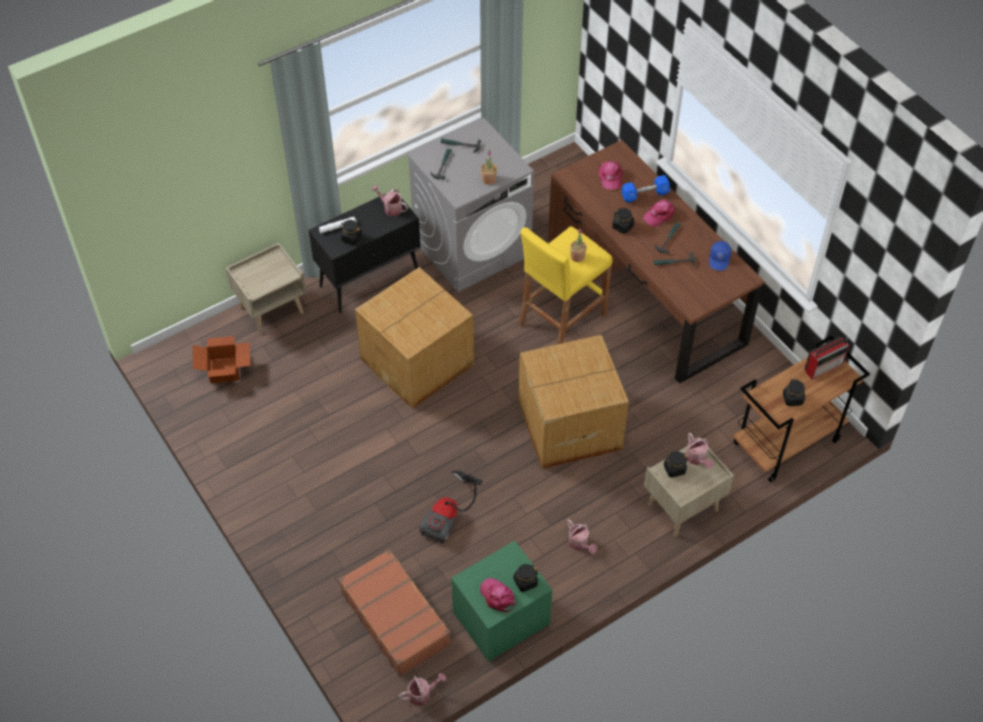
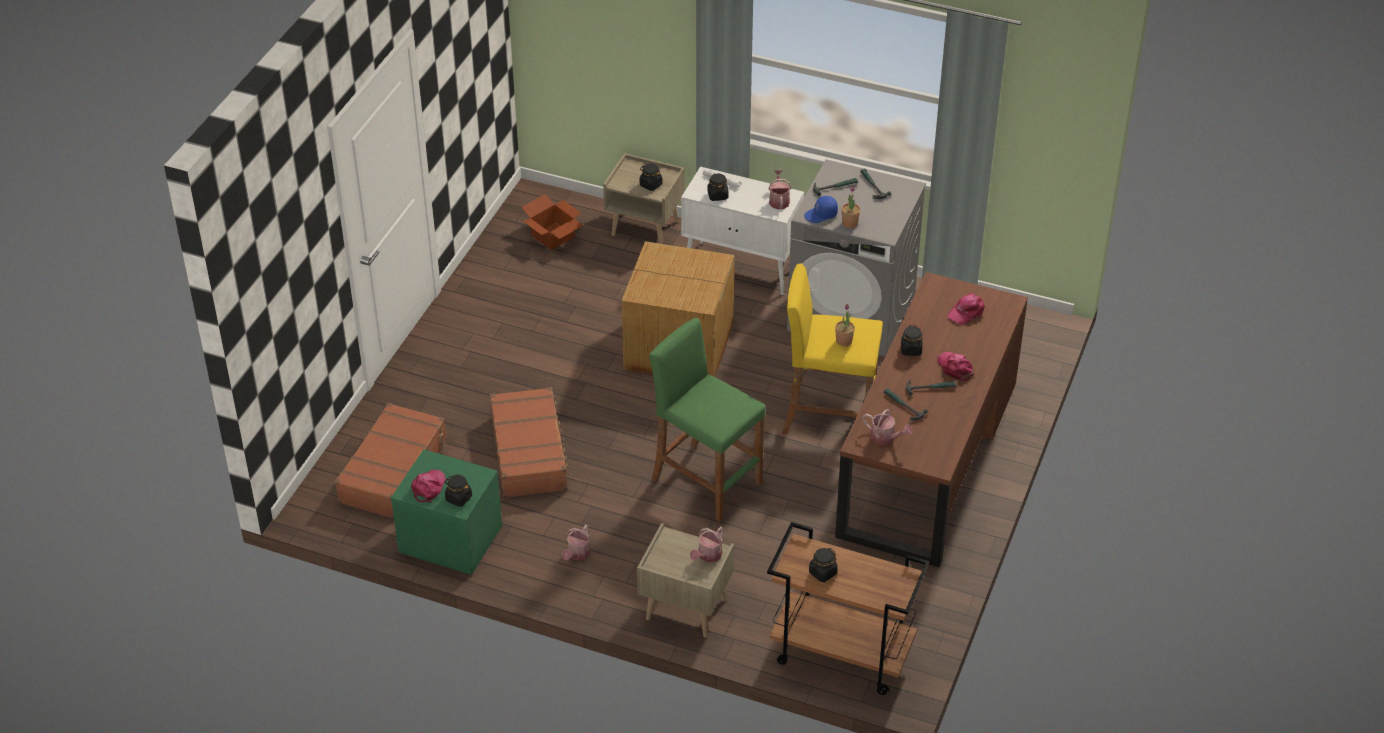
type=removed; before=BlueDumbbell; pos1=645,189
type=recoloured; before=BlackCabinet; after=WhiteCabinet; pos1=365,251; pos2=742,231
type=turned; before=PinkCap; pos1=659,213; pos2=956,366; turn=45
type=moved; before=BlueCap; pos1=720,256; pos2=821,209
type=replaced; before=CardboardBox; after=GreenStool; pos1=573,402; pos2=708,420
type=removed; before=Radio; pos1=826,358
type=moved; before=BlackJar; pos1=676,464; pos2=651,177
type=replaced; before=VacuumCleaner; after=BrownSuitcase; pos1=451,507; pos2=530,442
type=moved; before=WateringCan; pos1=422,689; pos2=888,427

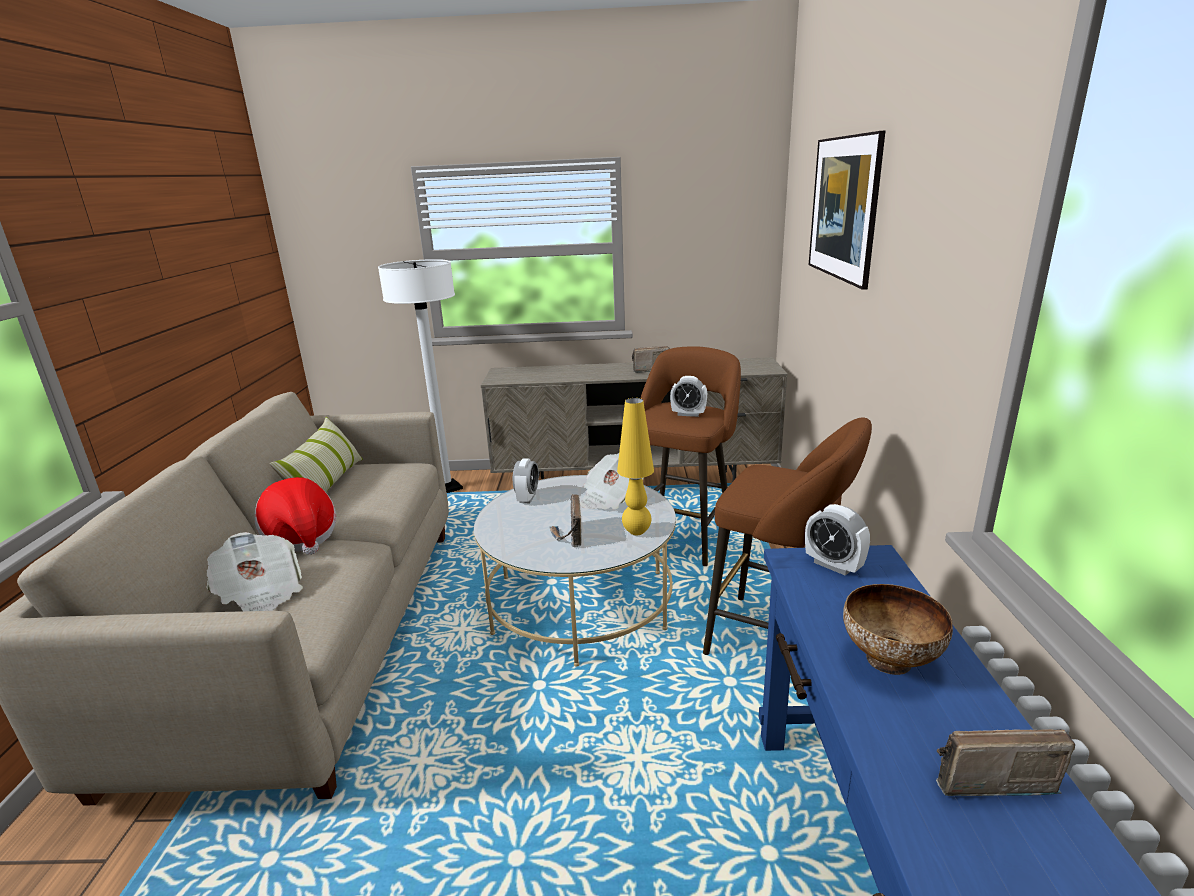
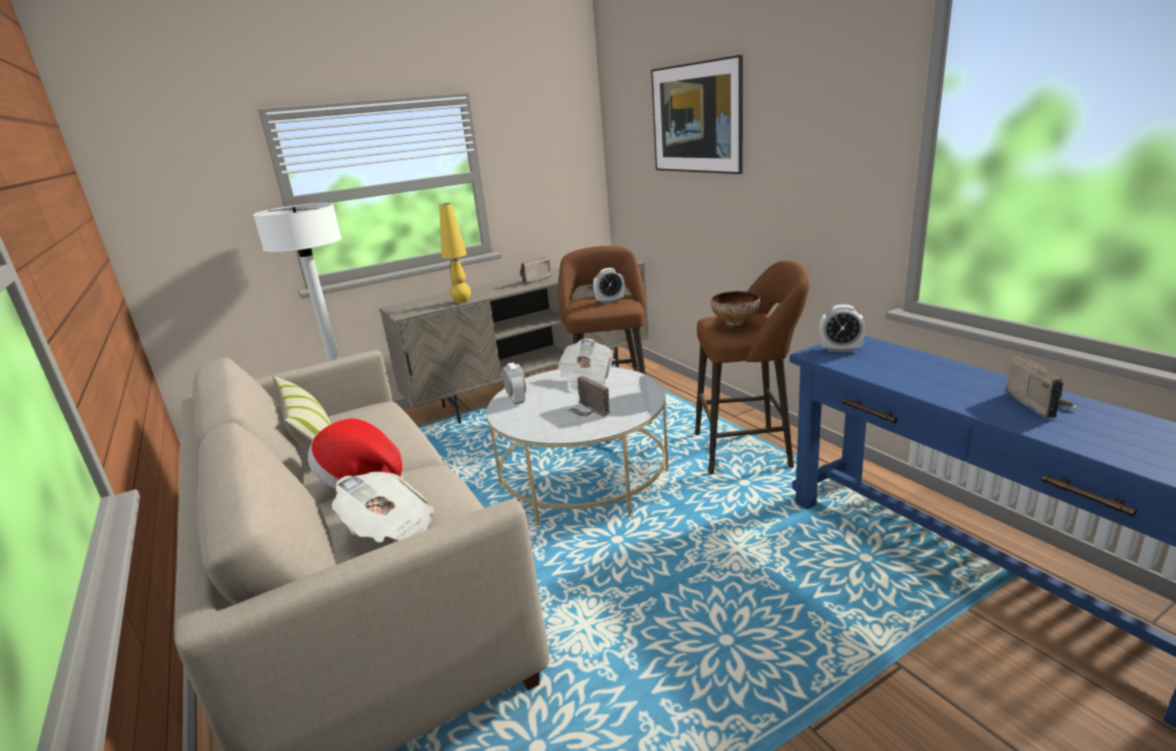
type=moved; before=YellowTableLamp; pos1=635,467; pos2=455,253
type=moved; before=Bowl; pos1=898,629; pos2=735,310
type=turned; before=Radio; pos1=1005,762; pos2=1042,386; turn=120

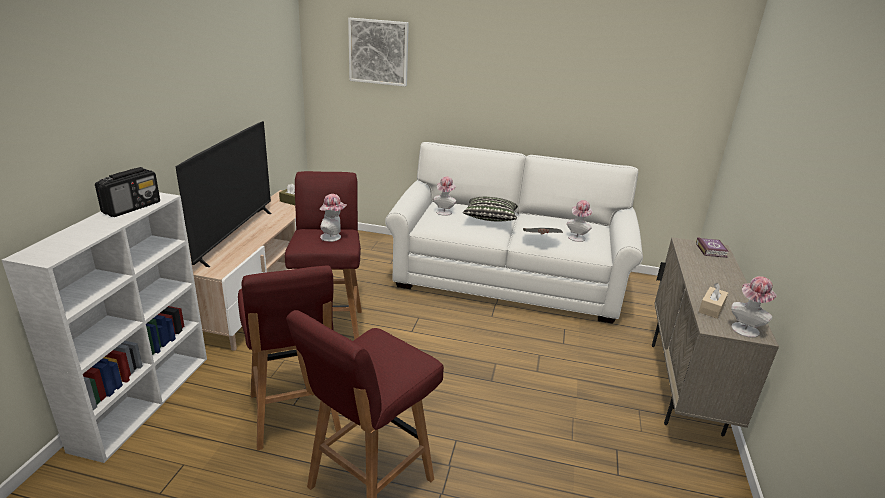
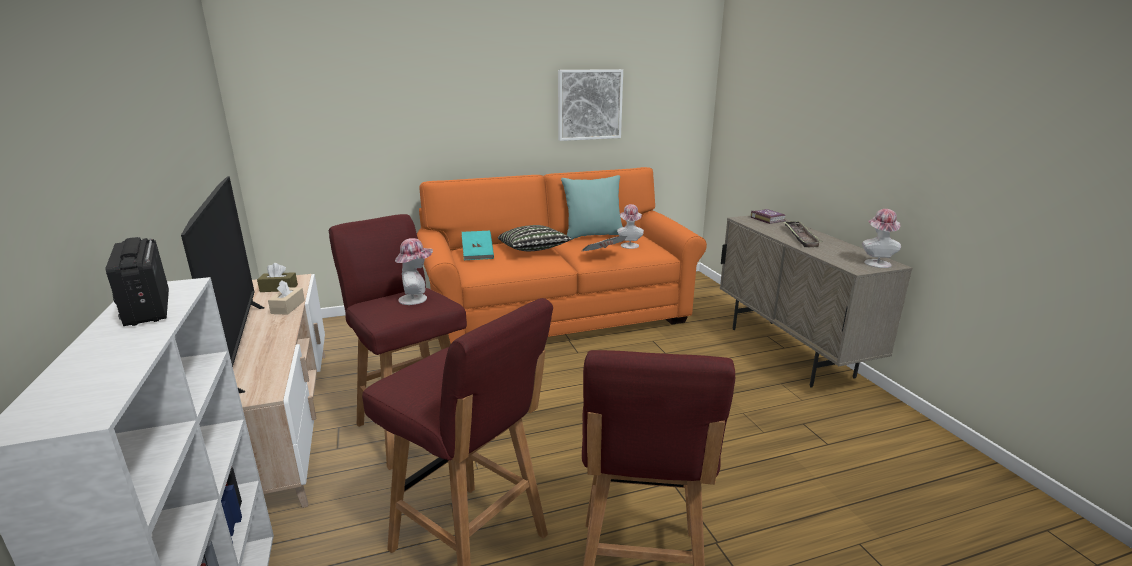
type=moved; before=Picture; pos1=378,52; pos2=590,105
type=recoloured; before=WhiteSofa; after=OrangeSofa; pos1=514,233; pos2=562,255
type=turned; before=Radio; pos1=127,192; pos2=137,281; turn=150
type=replaced; before=Hat; after=TurquoiseBook; pos1=445,196; pos2=478,245
type=moved; before=BeigeTissueBox; pos1=713,301; pos2=286,297
type=added; after=TurquoisePillow; pos2=592,207
type=added; after=Tray; pos2=803,234

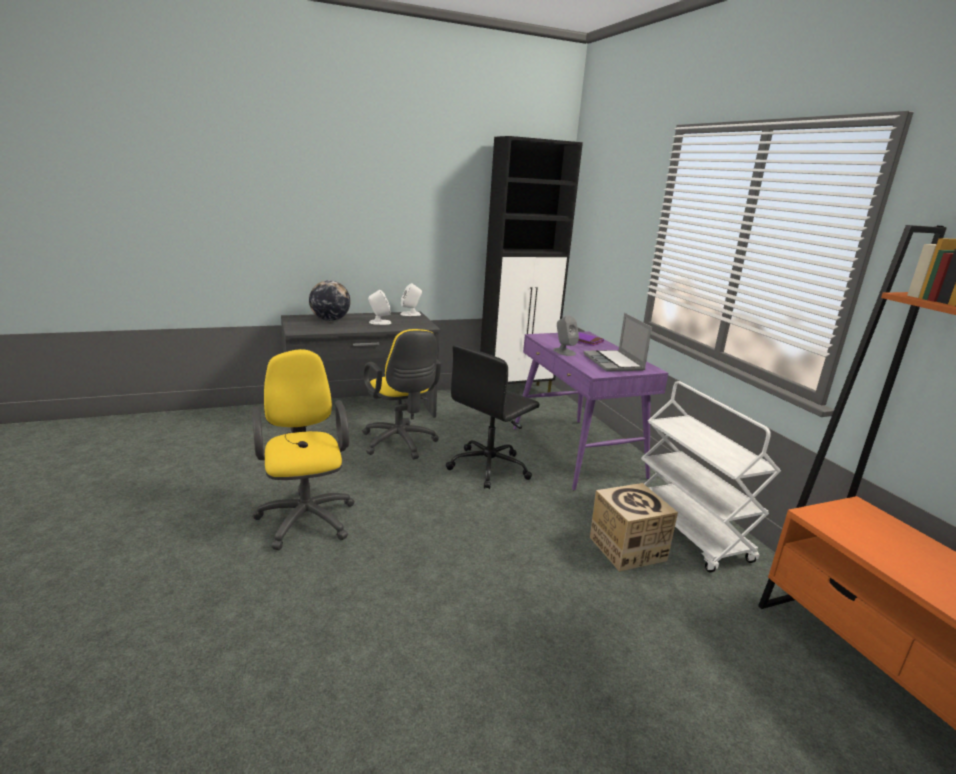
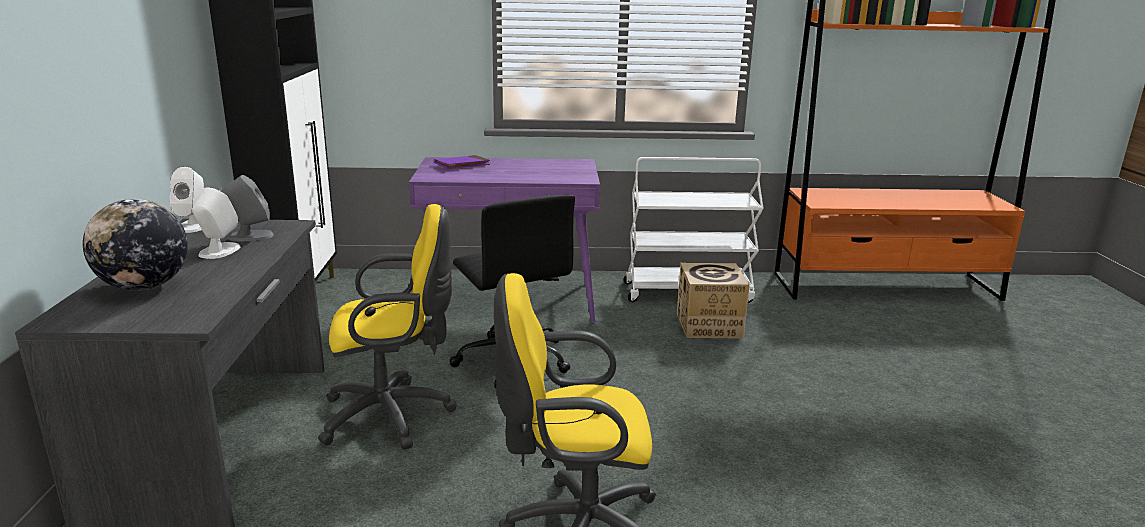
type=removed; before=Laptop; pos1=617,342
type=moved; before=GreySpeaker; pos1=566,335; pos2=247,208

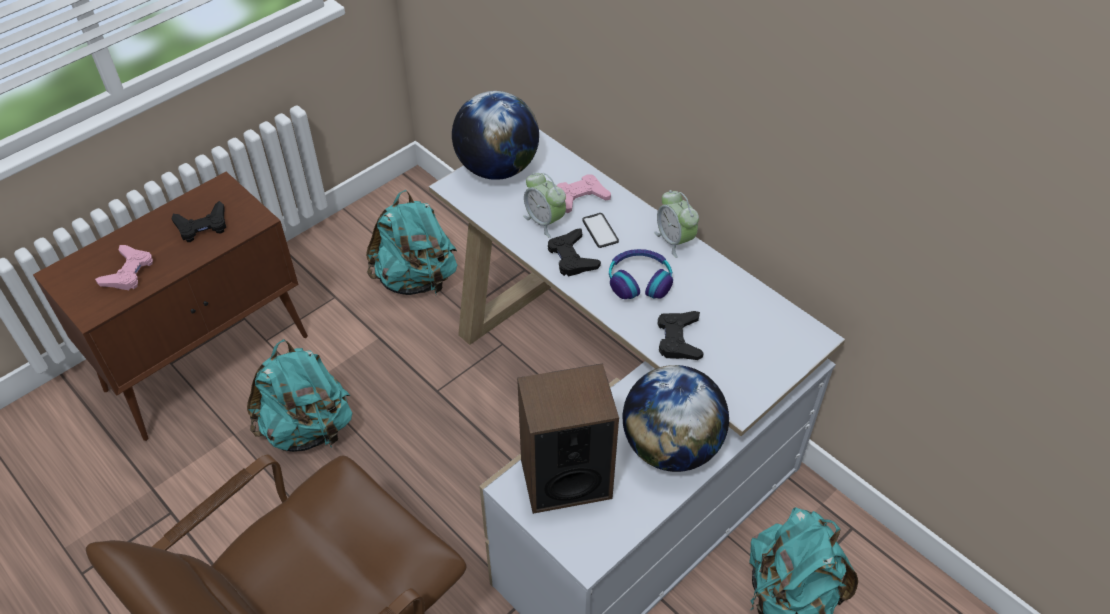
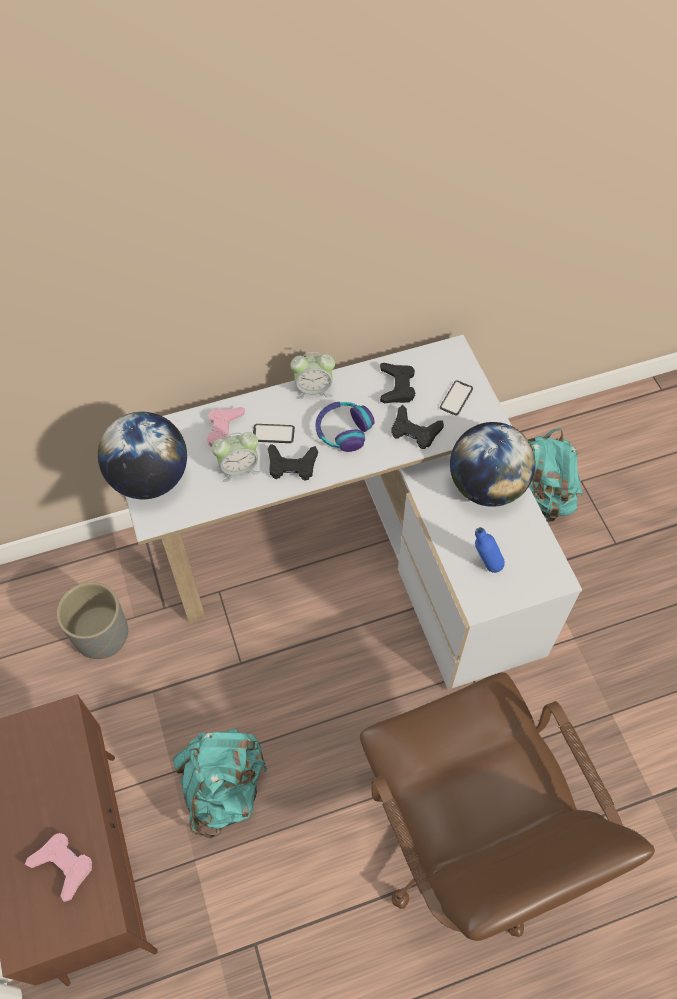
type=replaced; before=TurquoiseBackpack; after=GreyPlanter; pos1=411,243; pos2=92,620
type=moved; before=BlackGameController; pos1=199,221; pos2=397,383
type=replaced; before=Speaker; after=BlueBottle; pos1=568,438; pos2=490,550
type=added; after=Phone; pos2=456,398

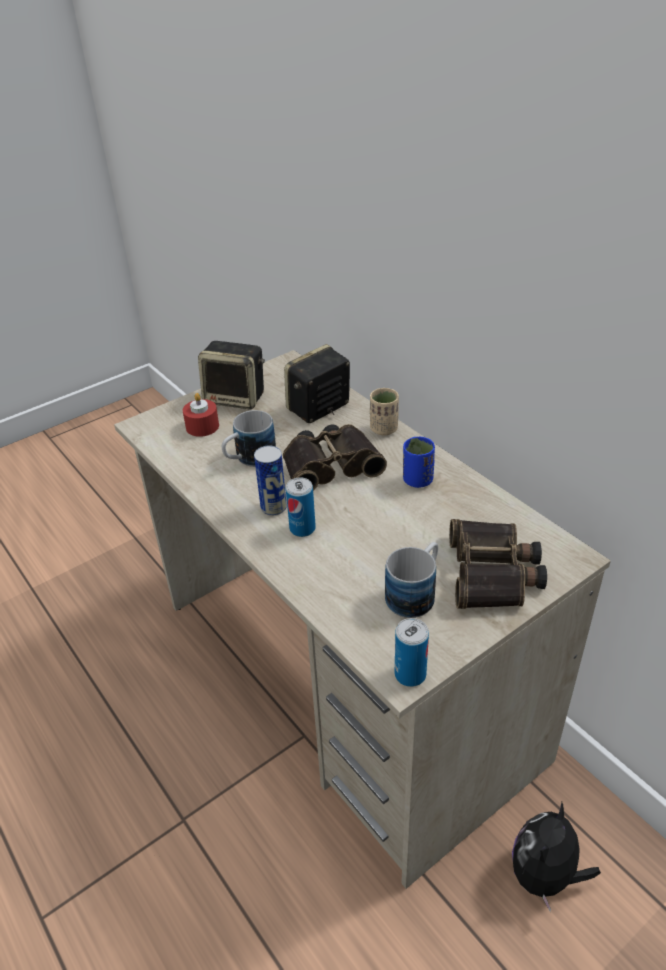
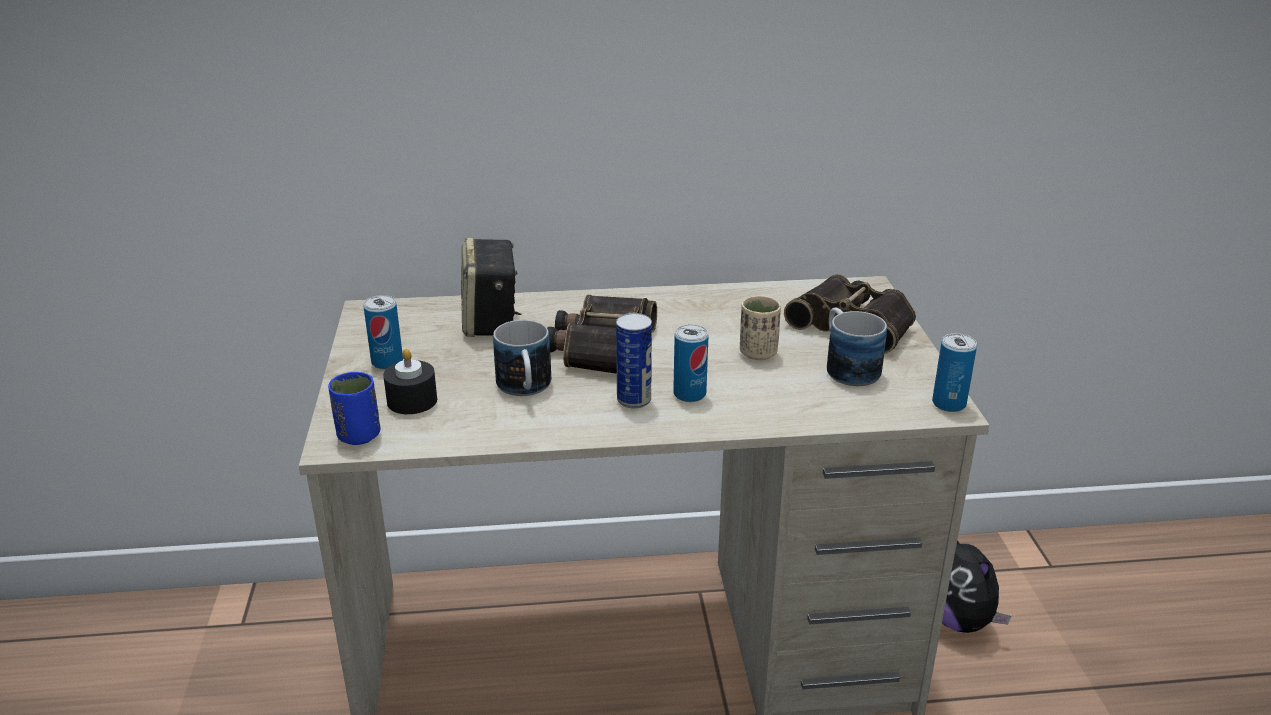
type=replaced; before=Speaker; after=Can; pos1=231,375; pos2=383,332
type=moved; before=BeigeCup; pos1=384,411; pos2=760,328
type=recoloured; before=RedCandle; after=BlackCandle; pos1=201,415; pos2=410,381
type=moved; before=BlueCup; pos1=419,462; pos2=354,408

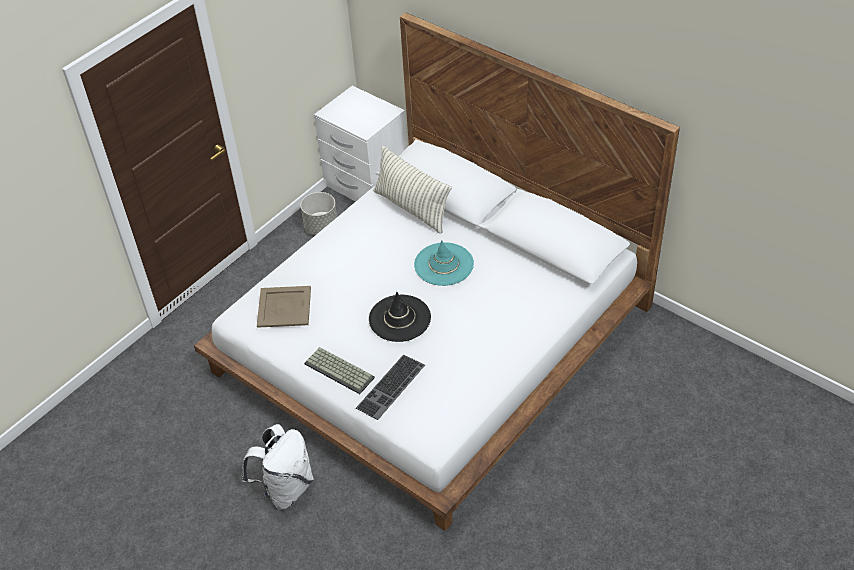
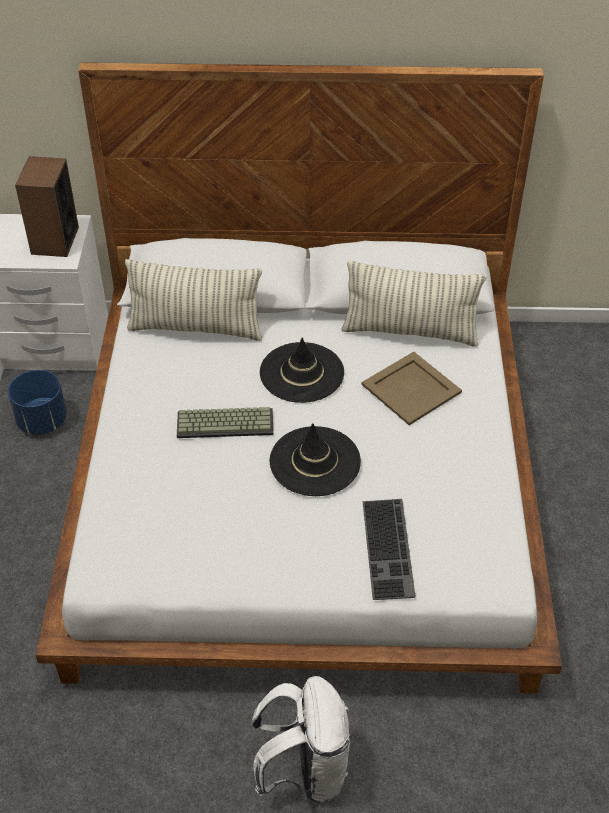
type=recoloured; before=GreyPlanter; after=BluePlanter; pos1=319,213; pos2=37,402
type=recoloured; before=TurquoiseHat; after=BlackHat; pos1=444,263; pos2=302,370
type=moved; before=BeigeTray; pos1=284,307; pos2=412,388
type=moved; before=Keyboard; pos1=339,370; pos2=225,422
type=added; after=Speaker; pos2=47,206
type=added; after=Pillow; pos2=414,303

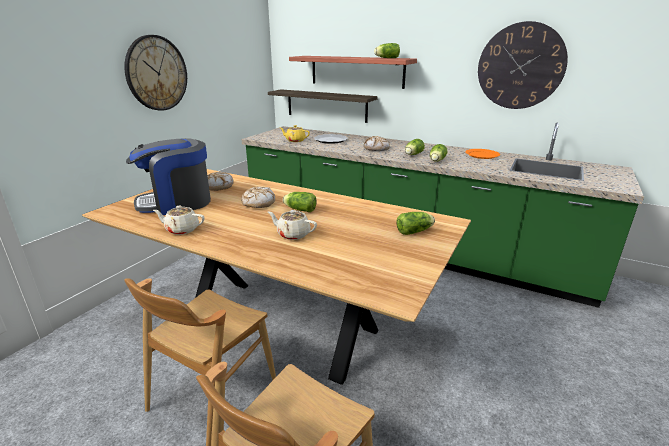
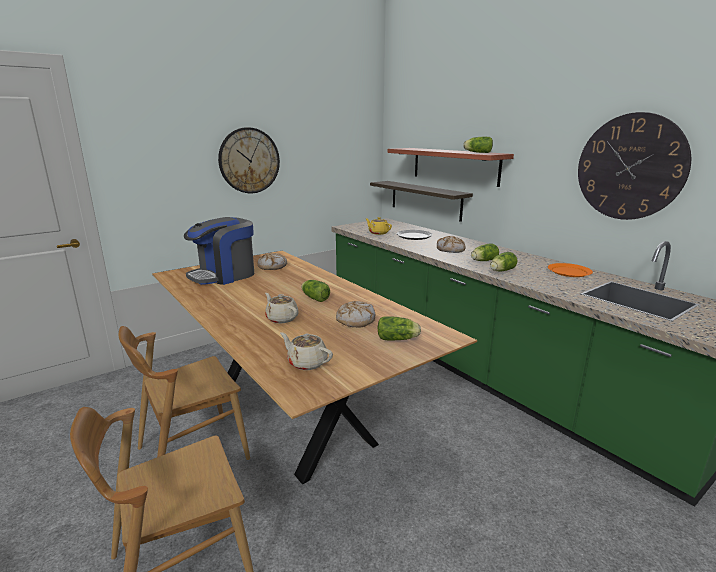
type=turned; before=CoffeeMachine; pos1=168,176; pos2=219,251; turn=-45
type=moved; before=Bread; pos1=258,197; pos2=355,314
type=moved; before=BeigeTeapot; pos1=179,220; pos2=306,351

